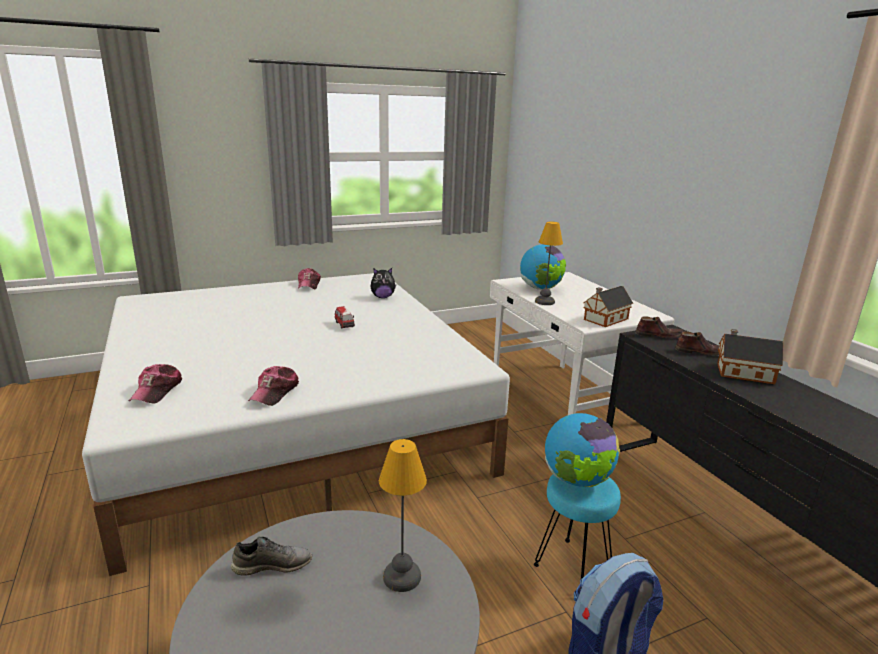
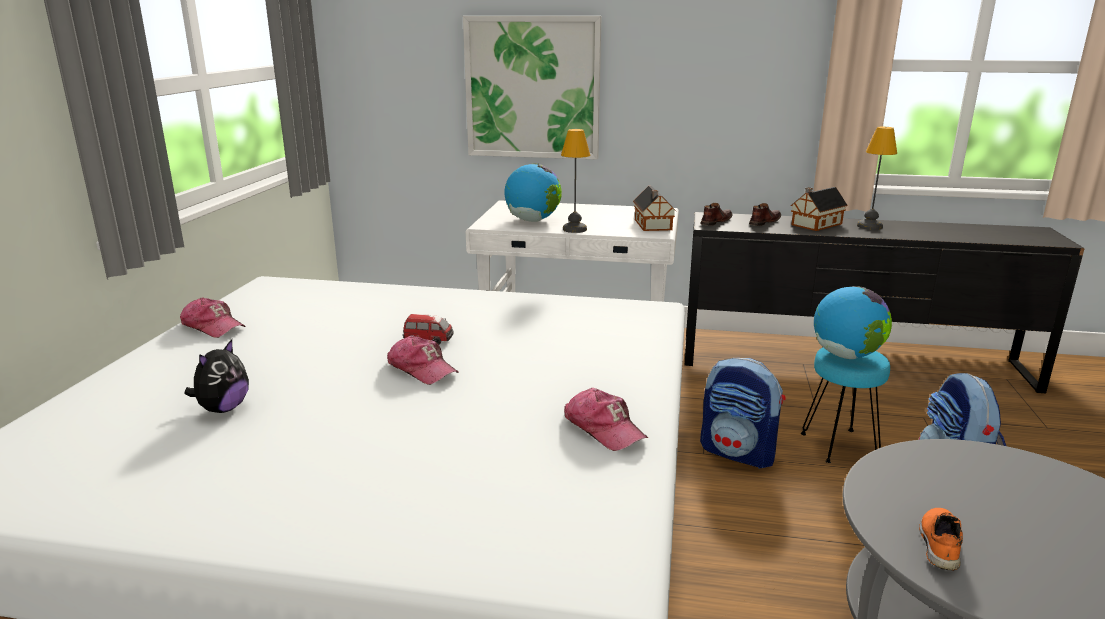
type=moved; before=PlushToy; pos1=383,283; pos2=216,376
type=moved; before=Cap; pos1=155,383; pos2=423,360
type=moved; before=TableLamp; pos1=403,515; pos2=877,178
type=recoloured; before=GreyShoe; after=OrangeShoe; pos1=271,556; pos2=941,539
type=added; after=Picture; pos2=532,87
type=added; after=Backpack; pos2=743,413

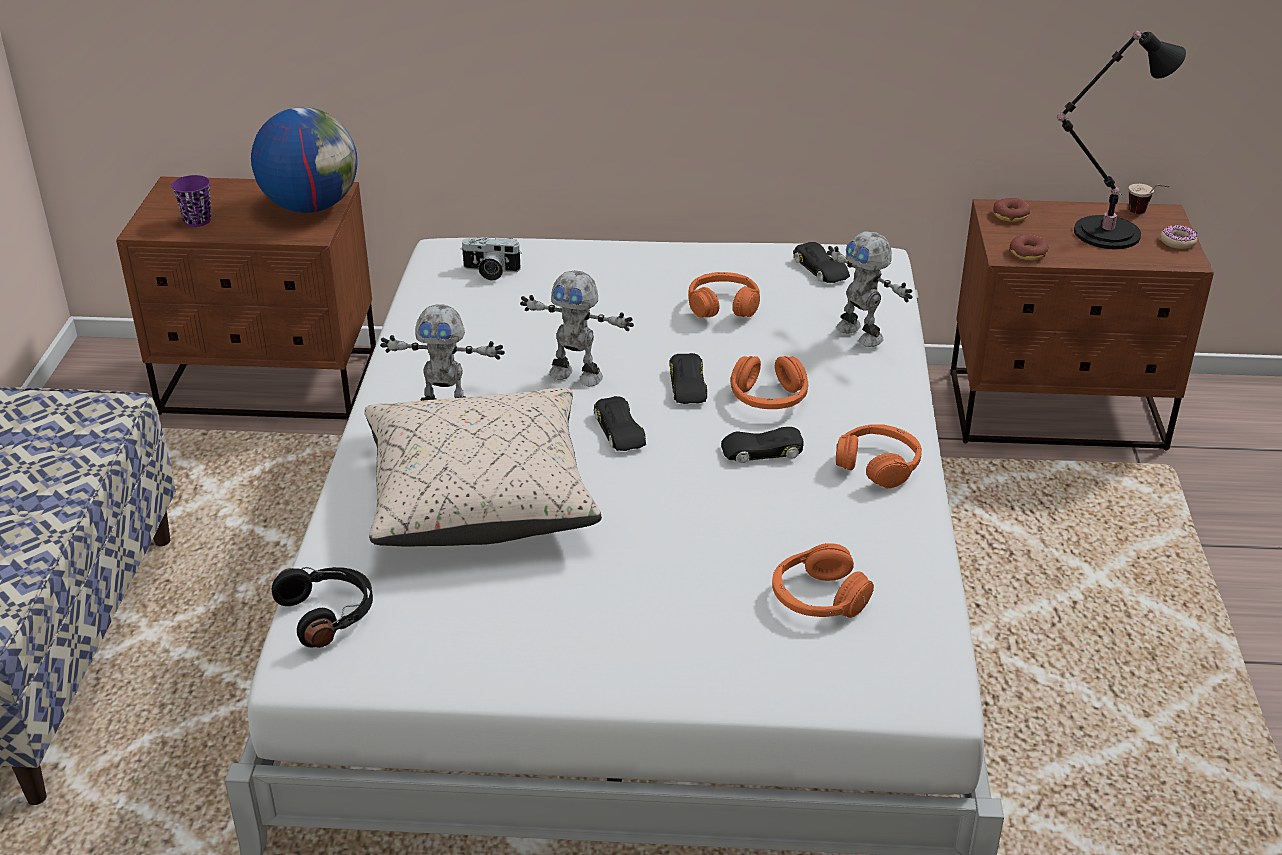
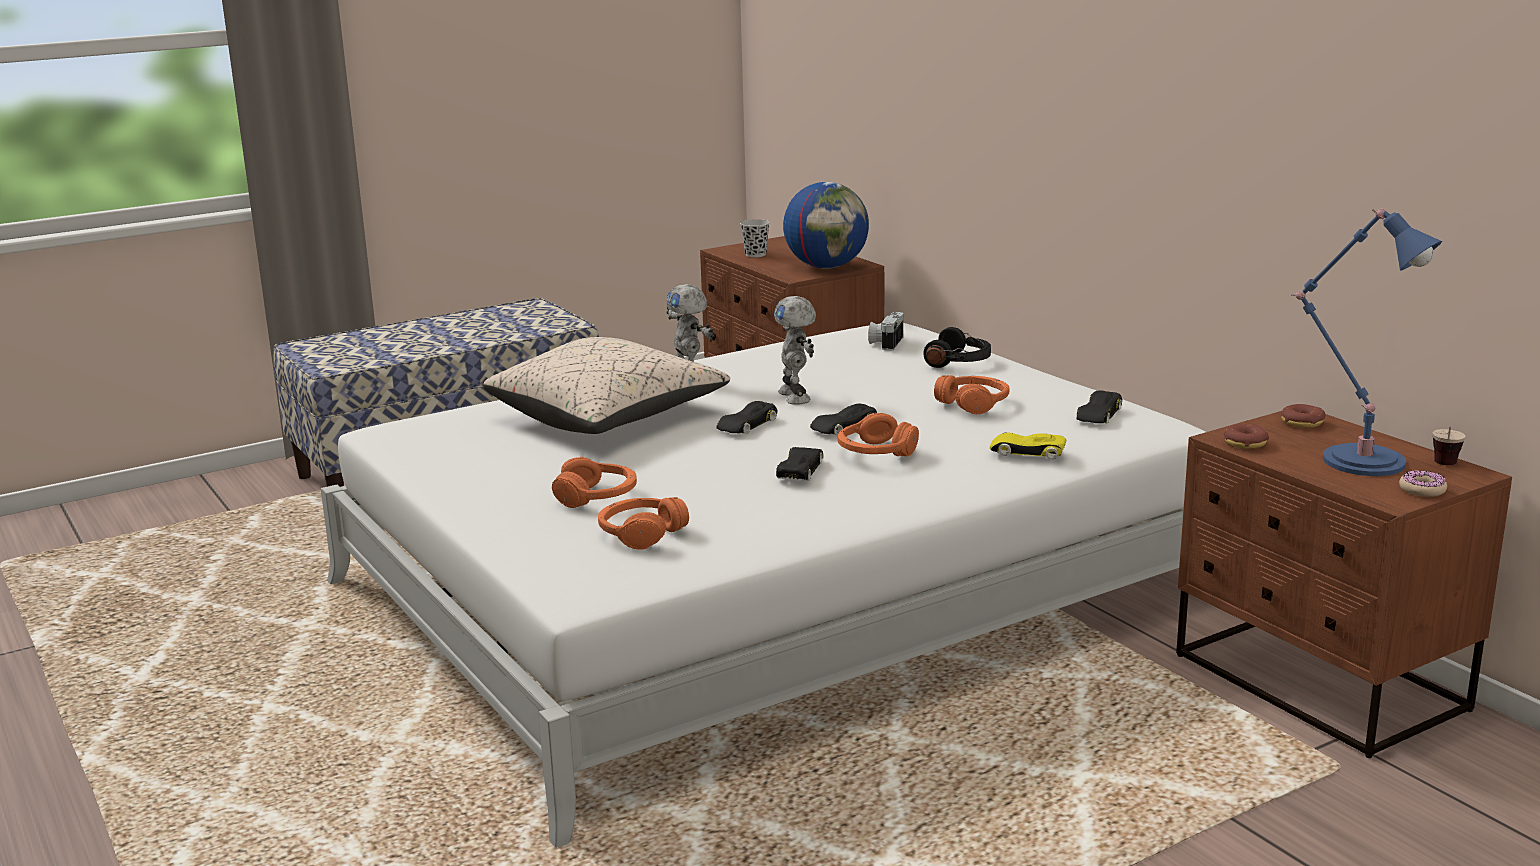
type=recoloured; before=BlackTableLamp; after=BlueTableLamp; pos1=1121,140; pos2=1367,342
type=recoloured; before=PurpleCup; after=BlackCup; pos1=191,201; pos2=755,238
type=replaced; before=ToyRobot; after=YellowToyCar; pos1=870,289; pos2=1028,446
type=turned; before=PhotoCamera; pos1=491,259; pos2=885,331; turn=45
type=moved; before=OrangeHeadphones; pos1=879,456; pos2=594,482
type=turned; before=BlackToyCar; pos1=762,445; pos2=799,464; turn=60
type=moved; before=BlackHeadphones; pos1=322,607; pos2=957,347

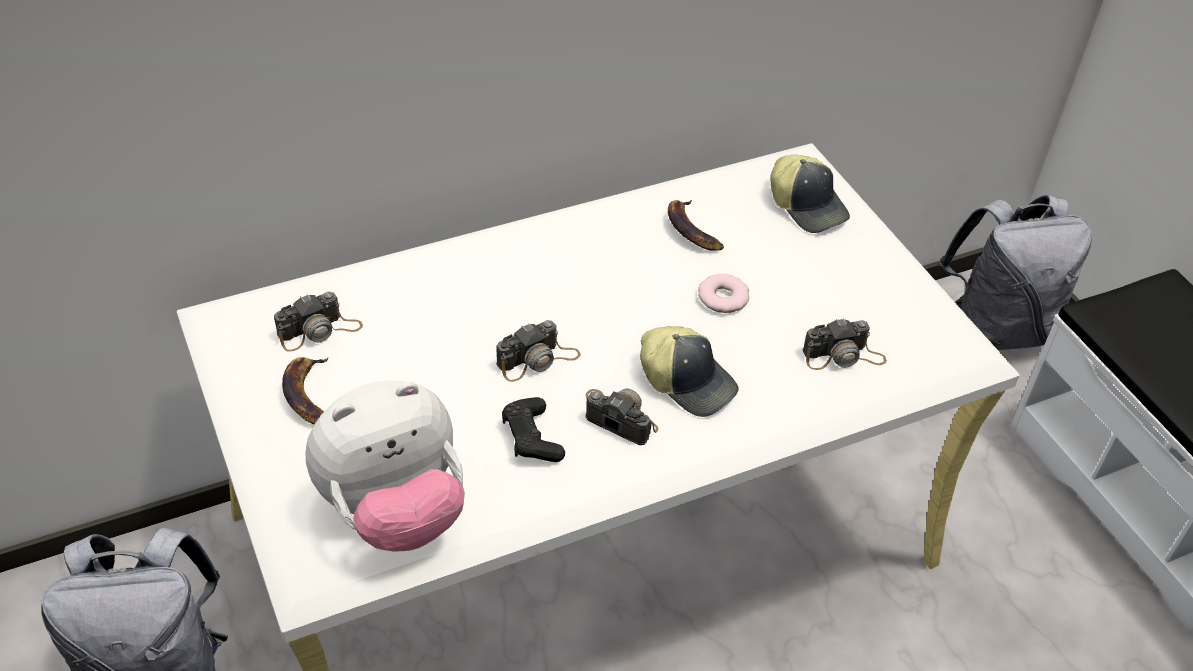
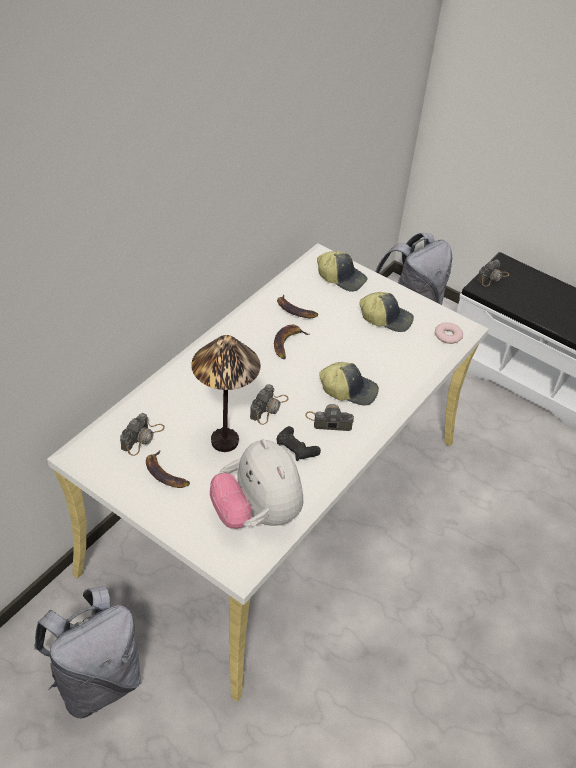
type=moved; before=Donut; pos1=723,293; pos2=449,333
type=moved; before=PhotoCamera; pos1=845,344; pos2=493,272
type=turned; before=PlushToy; pos1=385,466; pos2=256,484; turn=120
type=added; after=Cap; pos2=387,312
type=added; after=Banana; pos2=291,342
type=added; after=TableLamp; pos2=226,393

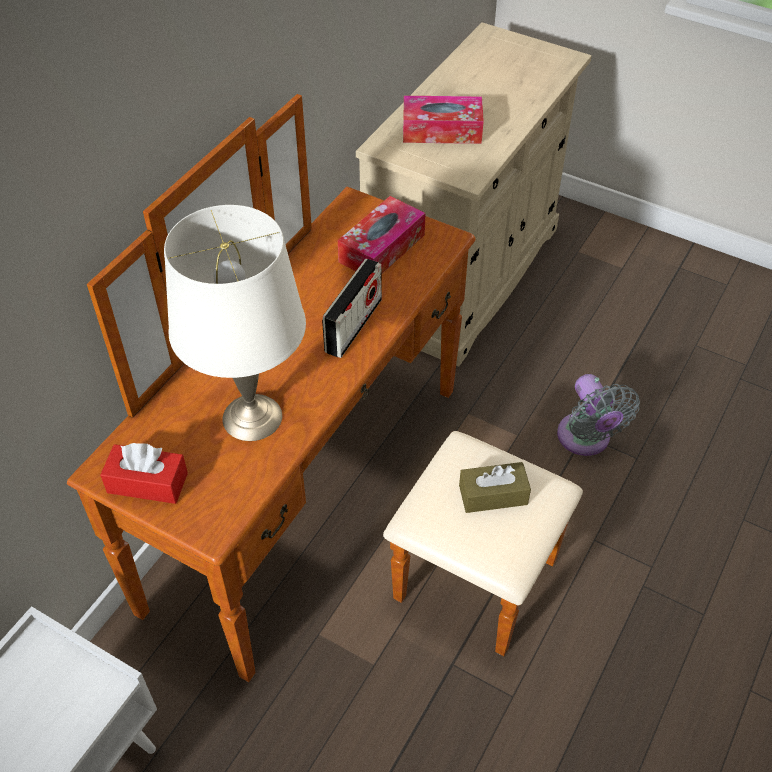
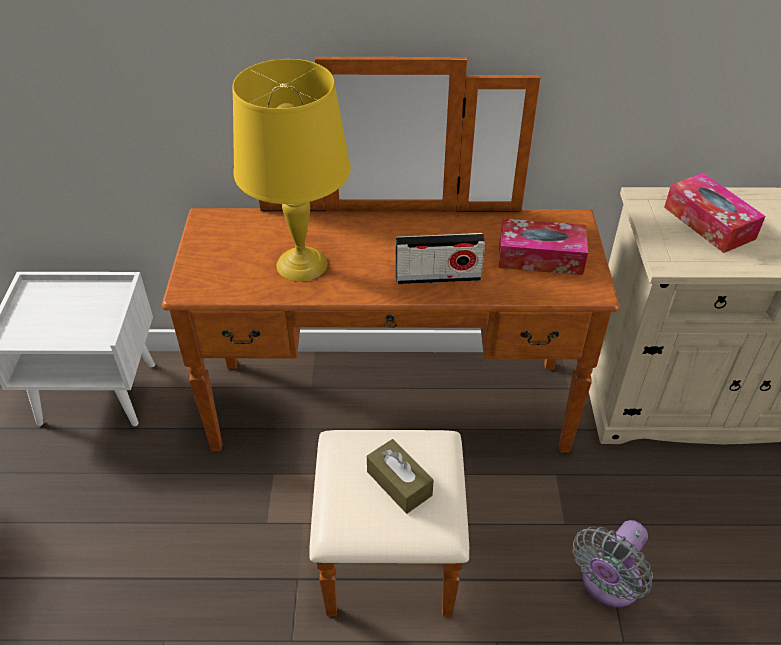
type=recoloured; before=WhiteTableLamp; after=YellowTableLamp; pos1=235,323; pos2=291,170
type=removed; before=RedTissueBox; pos1=144,473

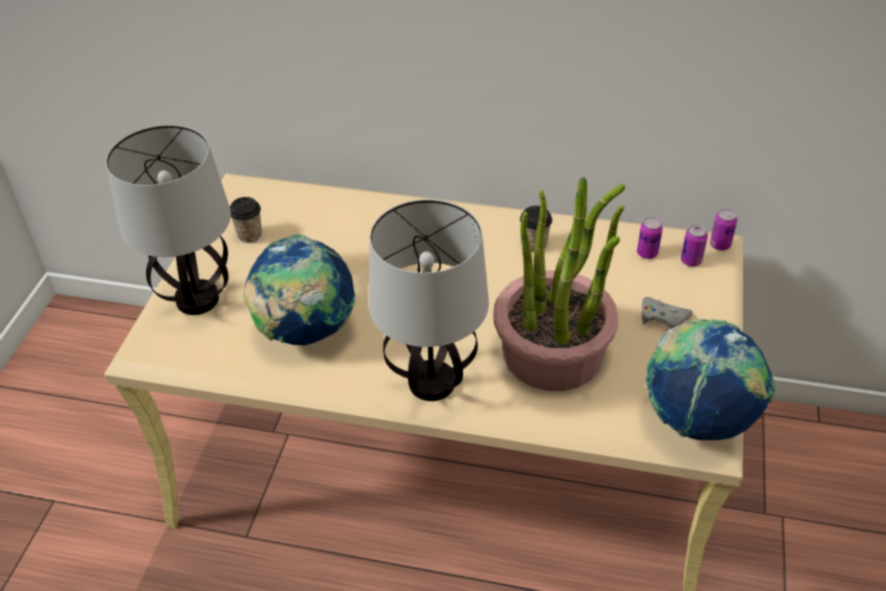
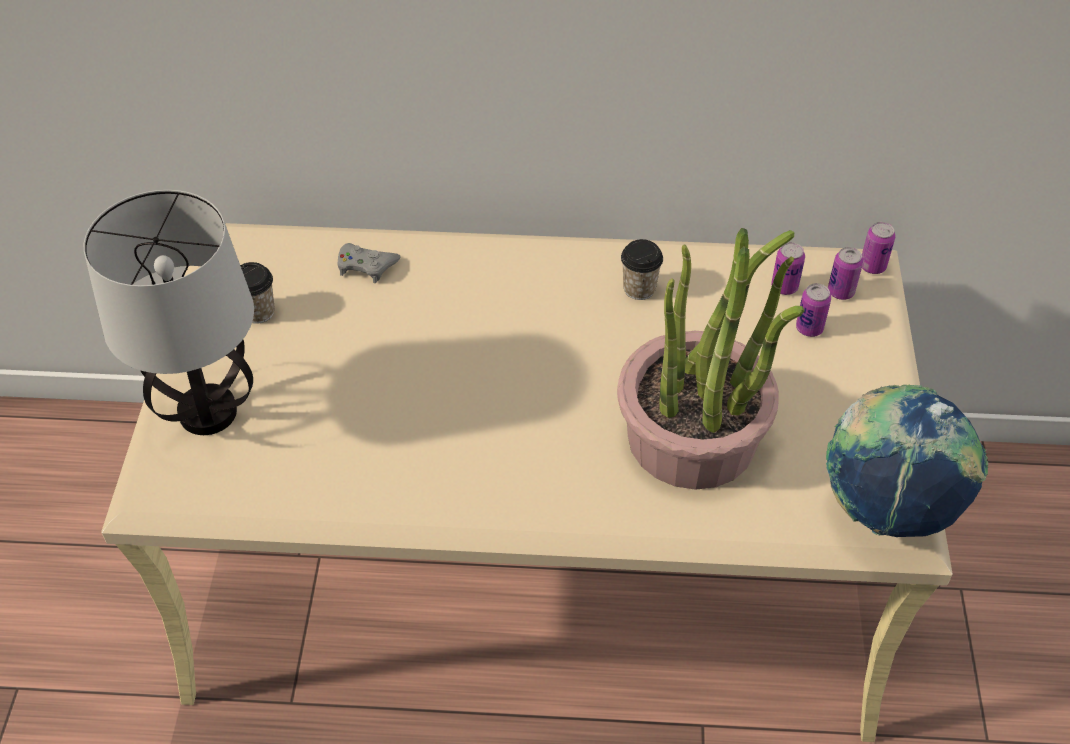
type=removed; before=TableLamp; pos1=429,300
type=removed; before=Globe; pos1=299,289
type=moved; before=GreyGameController; pos1=667,313; pos2=369,263
type=added; after=Can; pos2=813,310

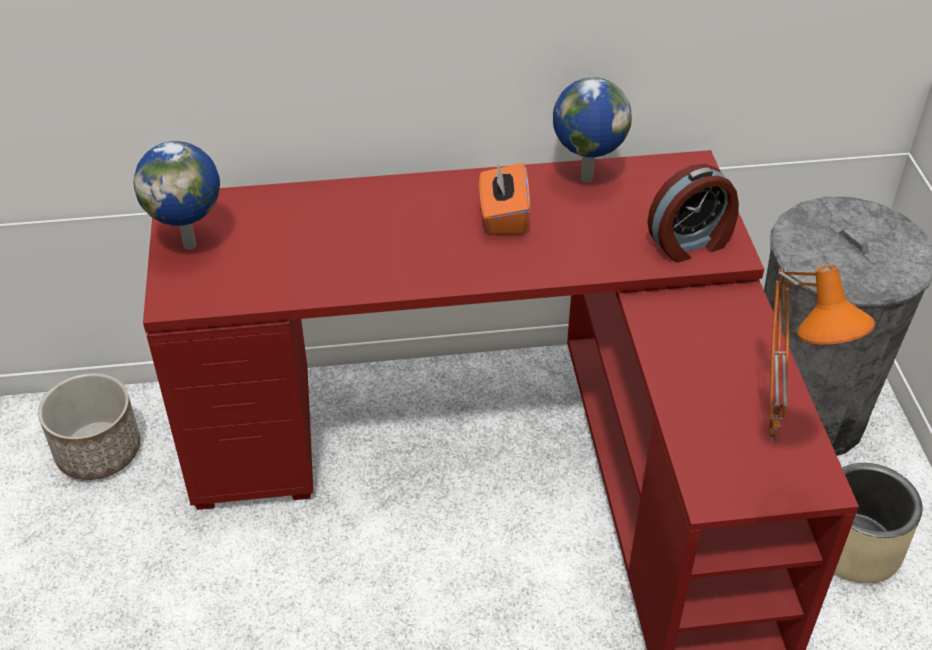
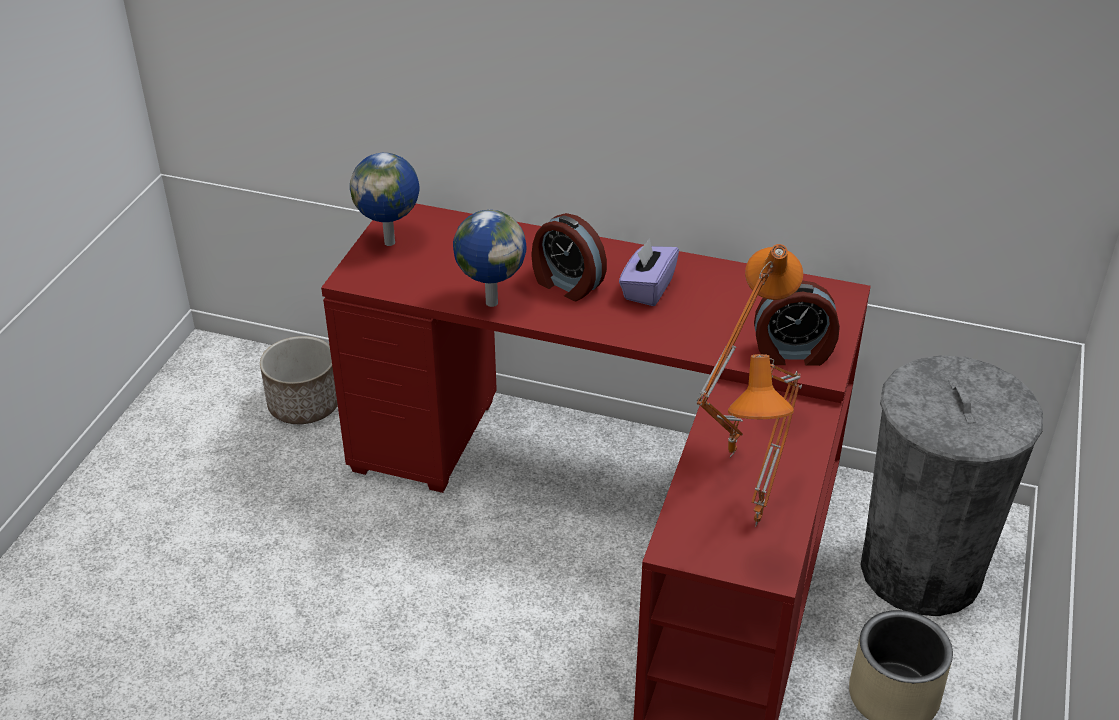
type=moved; before=Globe; pos1=592,129; pos2=490,258
type=recoloured; before=OrangeTissueBox; after=PurpleTissueBox; pos1=505,198; pos2=649,272
type=added; after=AlarmClock; pos2=569,257
type=added; after=OrangeTableLamp; pos2=750,350

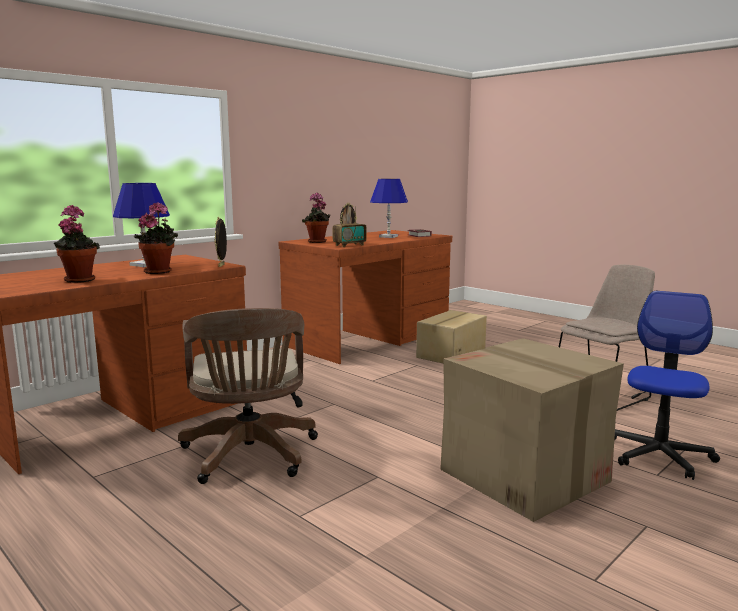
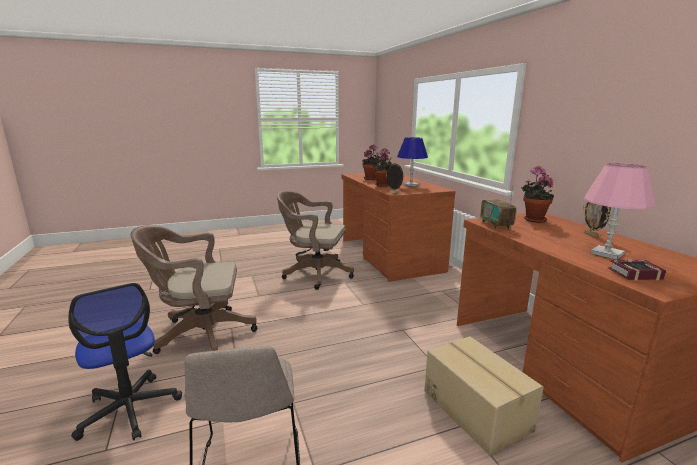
type=recoloured; before=BlueTableLamp; after=PinkTableLamp; pos1=389,208; pos2=620,211
type=replaced; before=CardboardBox; after=BrownOfficeChair; pos1=532,430; pos2=193,289

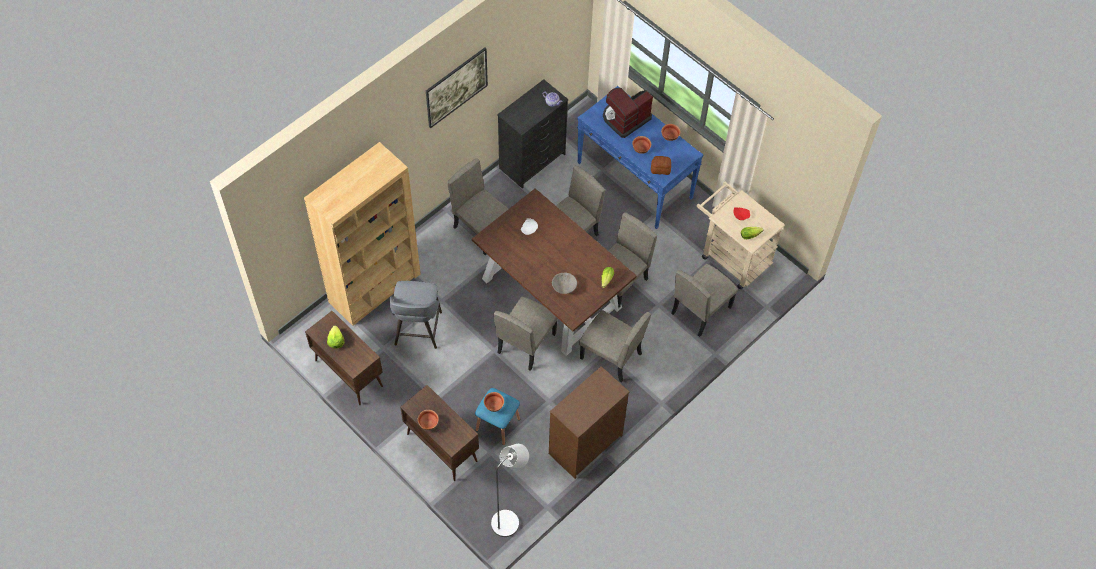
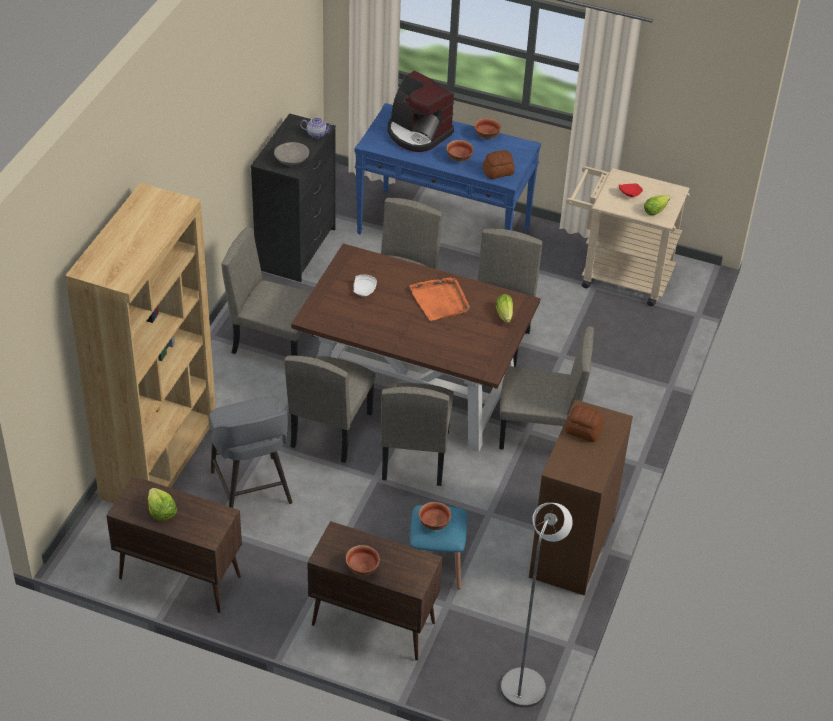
type=removed; before=Picture; pos1=457,88
type=turned; before=CoffeeMachine; pos1=628,113; pos2=420,111; turn=-75
type=moved; before=BeigeChair; pos1=704,300; pos2=329,409
type=moved; before=GreyBowl; pos1=564,283; pos2=291,154
type=added; after=OrangeTray; pos2=439,299
type=added; after=Bread; pos2=584,423

